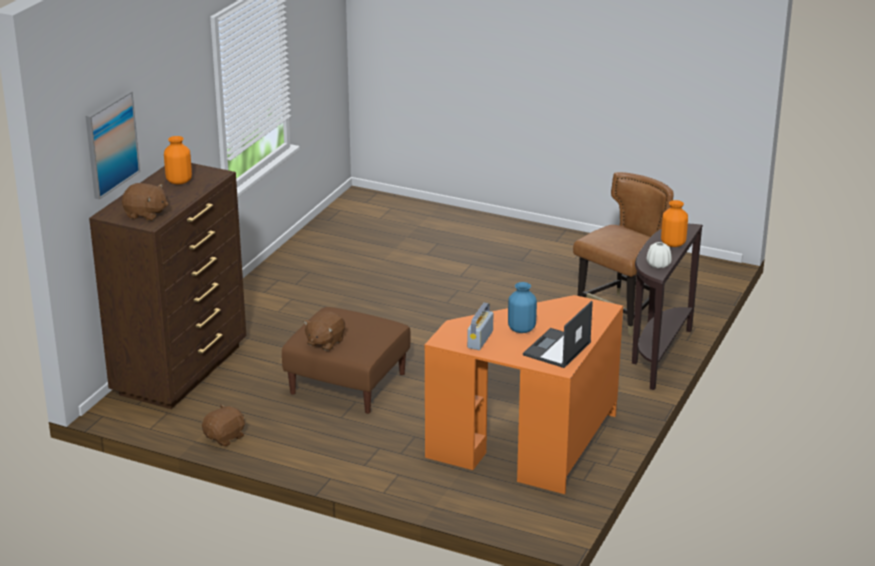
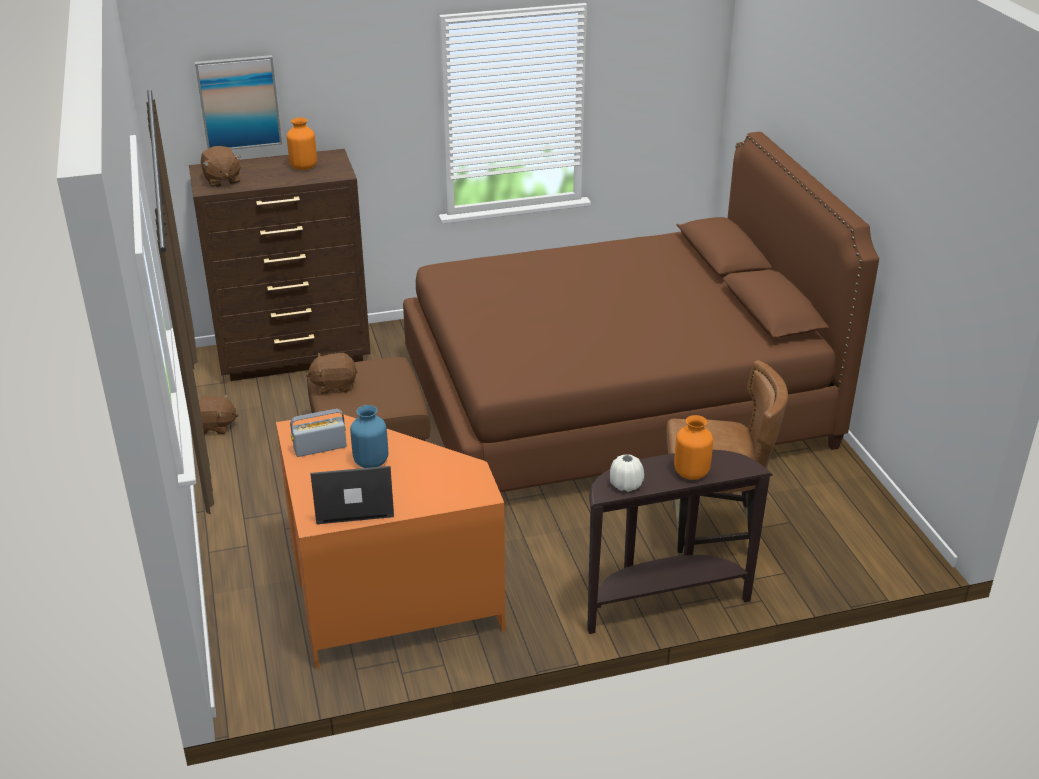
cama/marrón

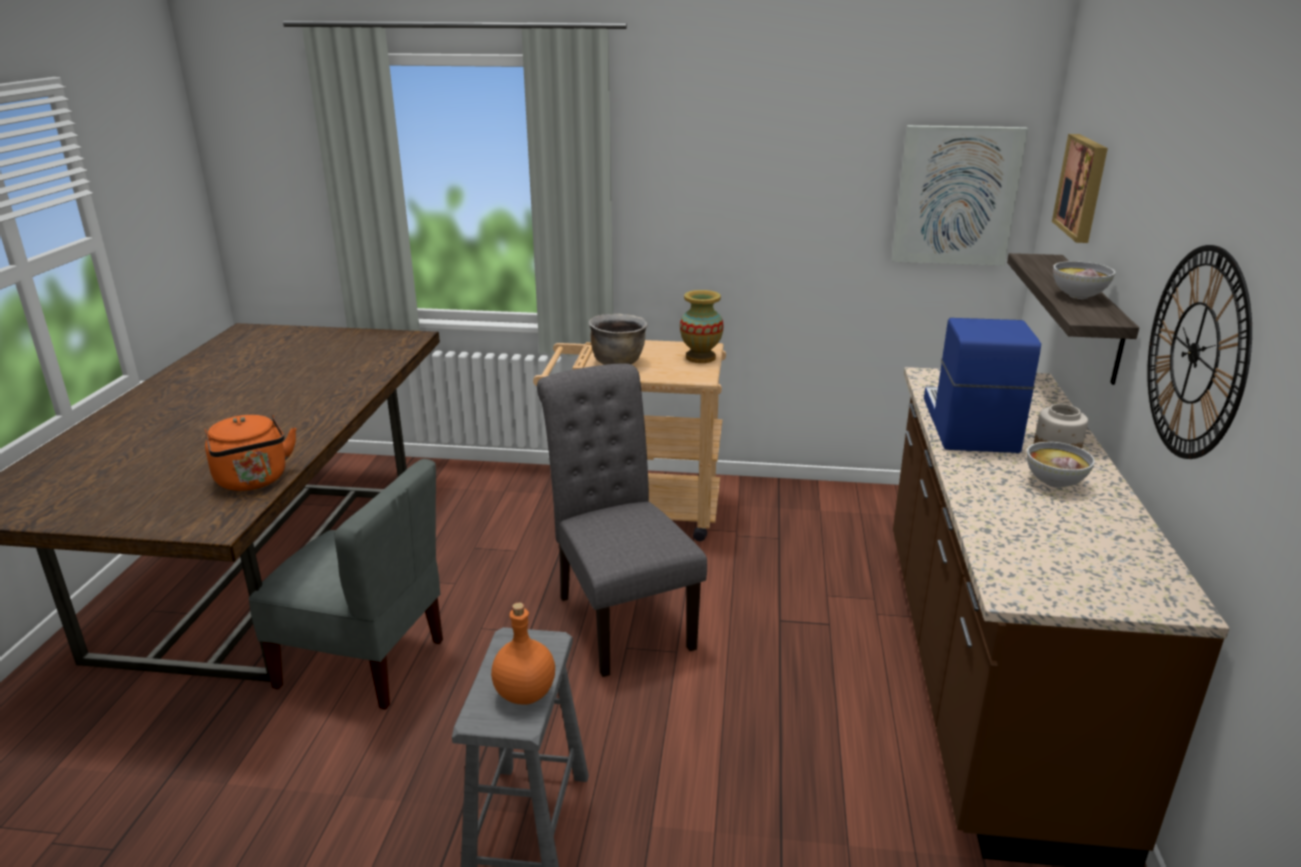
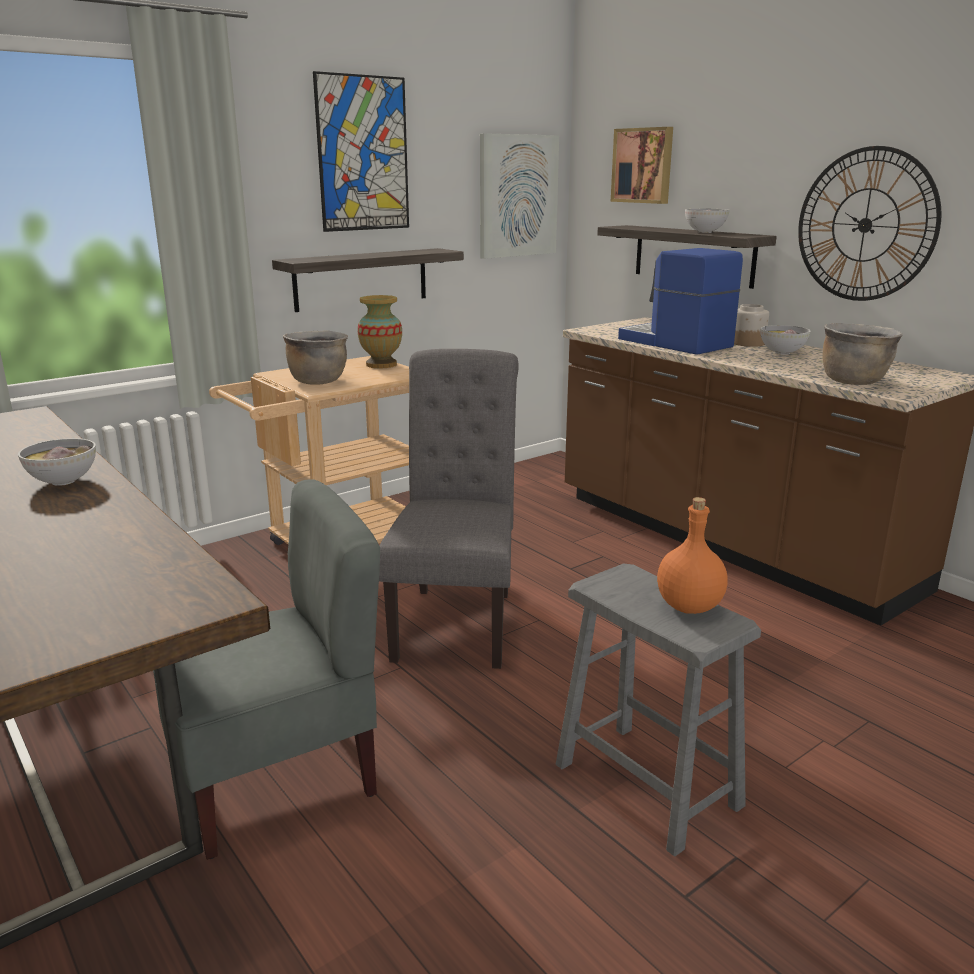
silla/gris (no. 2 from left)
hervidor/naranja
cuadro (no. 1 from left)
estante (no. 1 from left)
olla/marrón (no. 2 from left)
cuenco (no. 1 from left)

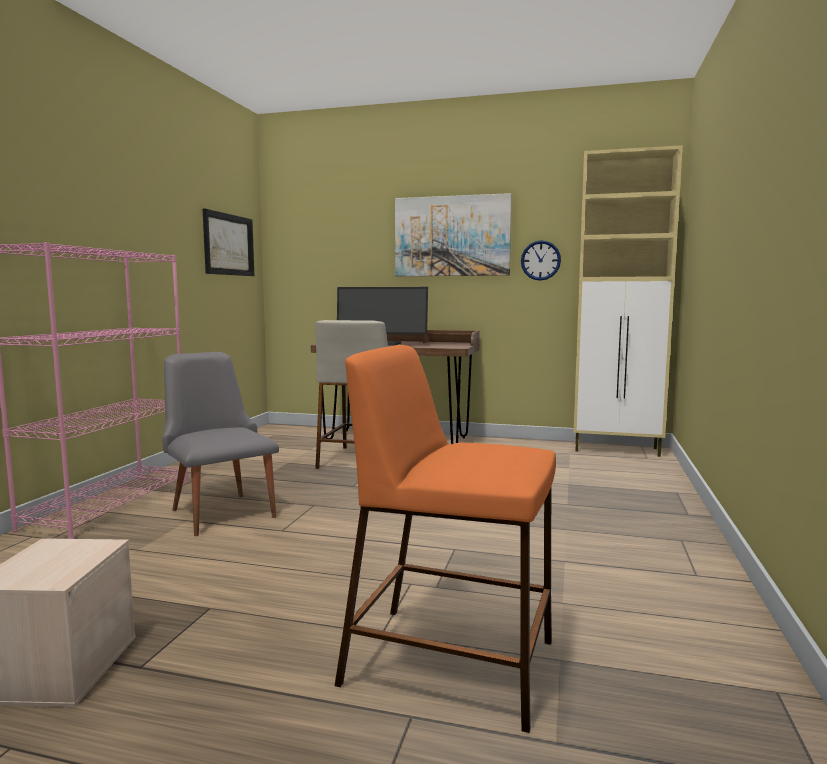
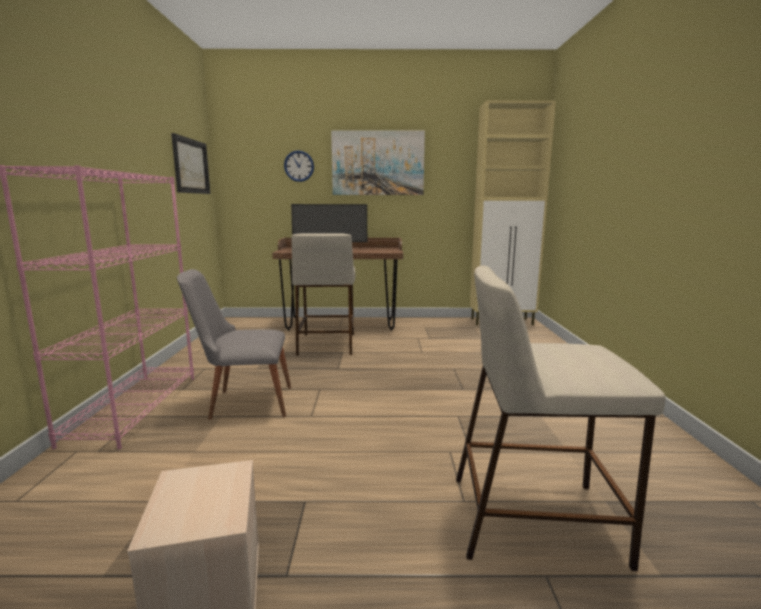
reloj de pared
taburete/beis (no. 2 from left)
silla/gris

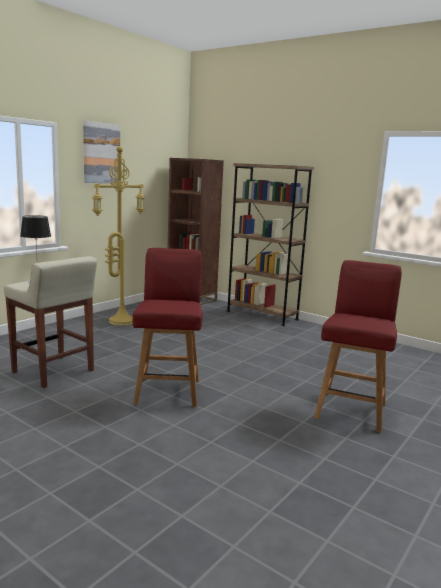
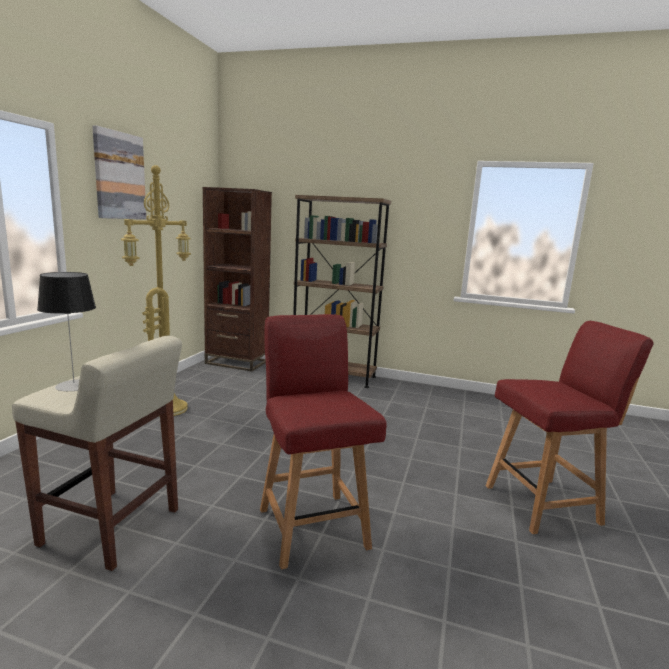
silla/rojo (no. 2 from left)

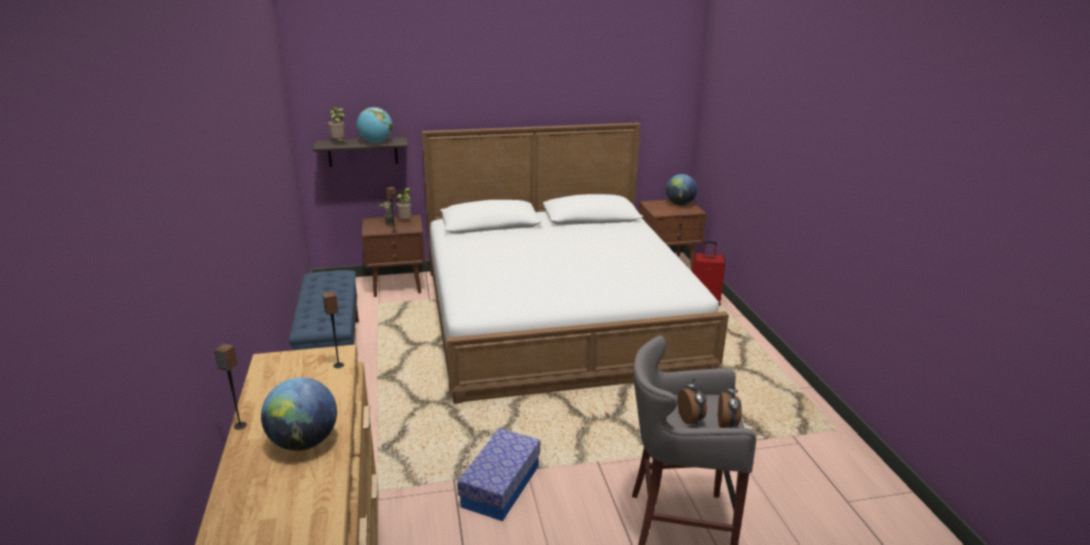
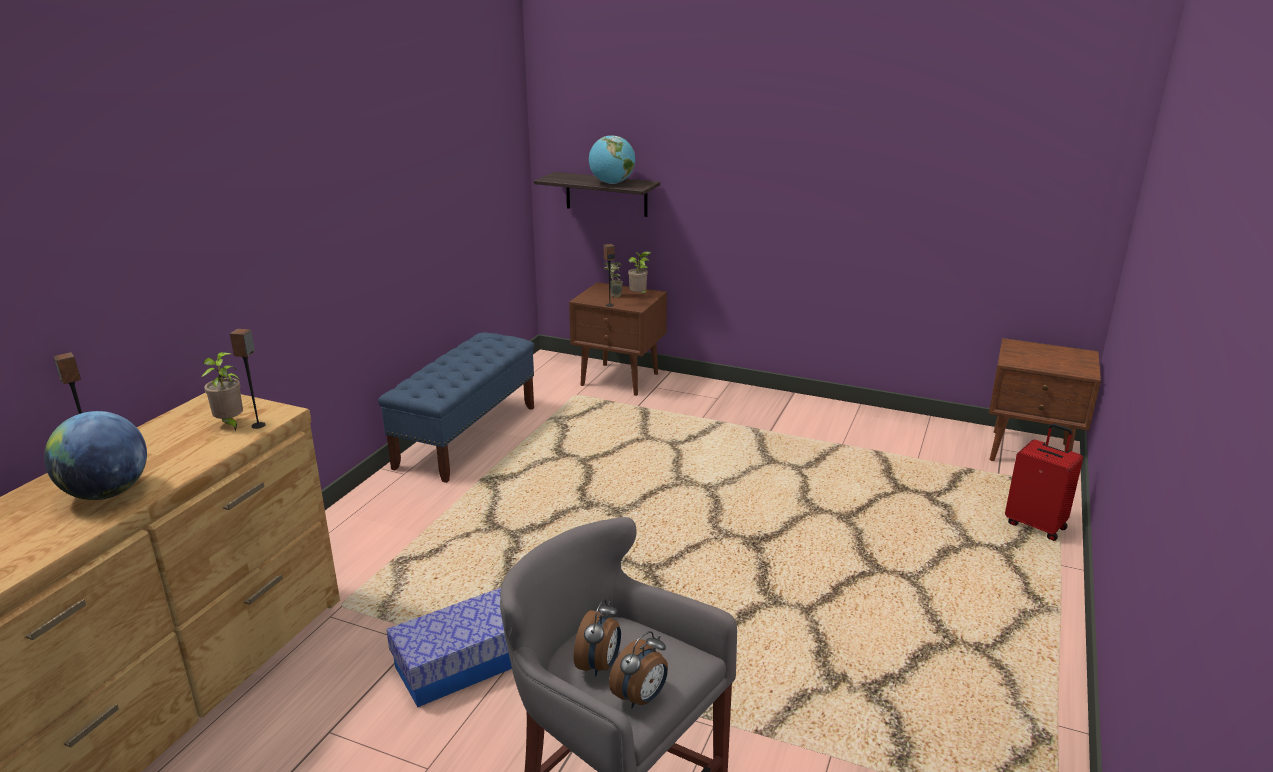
planta en maceta (no. 1 from left)
cama/blanco
globo terráqueo (no. 3 from left in the first image)

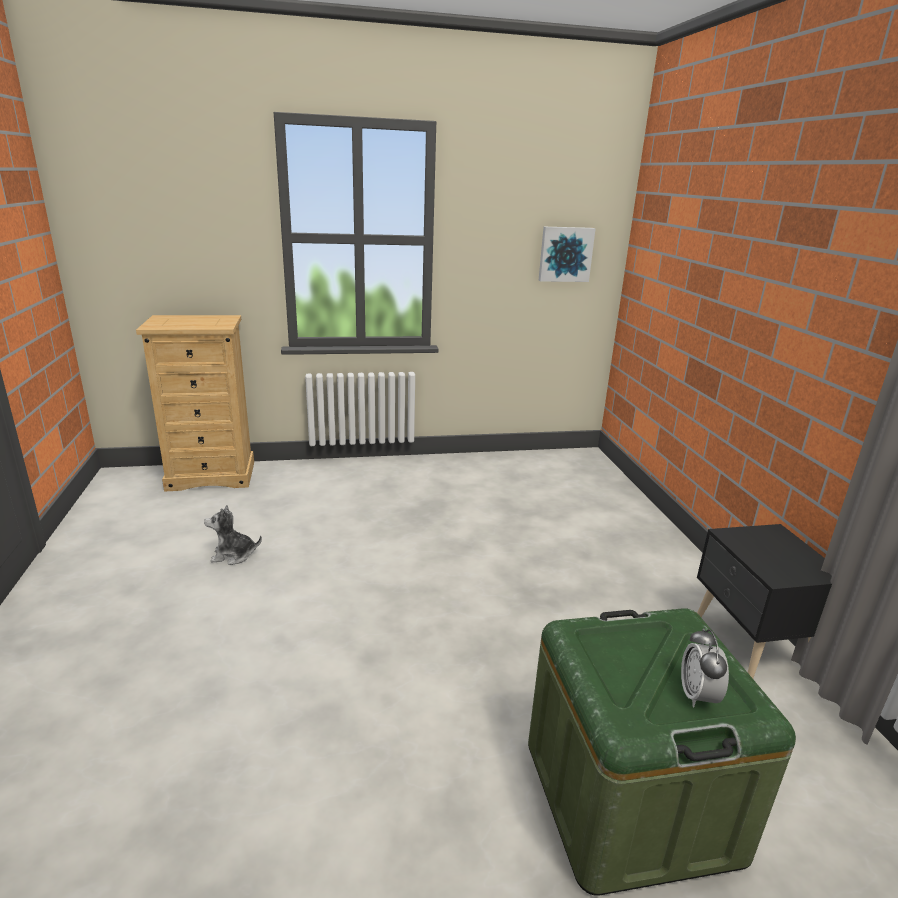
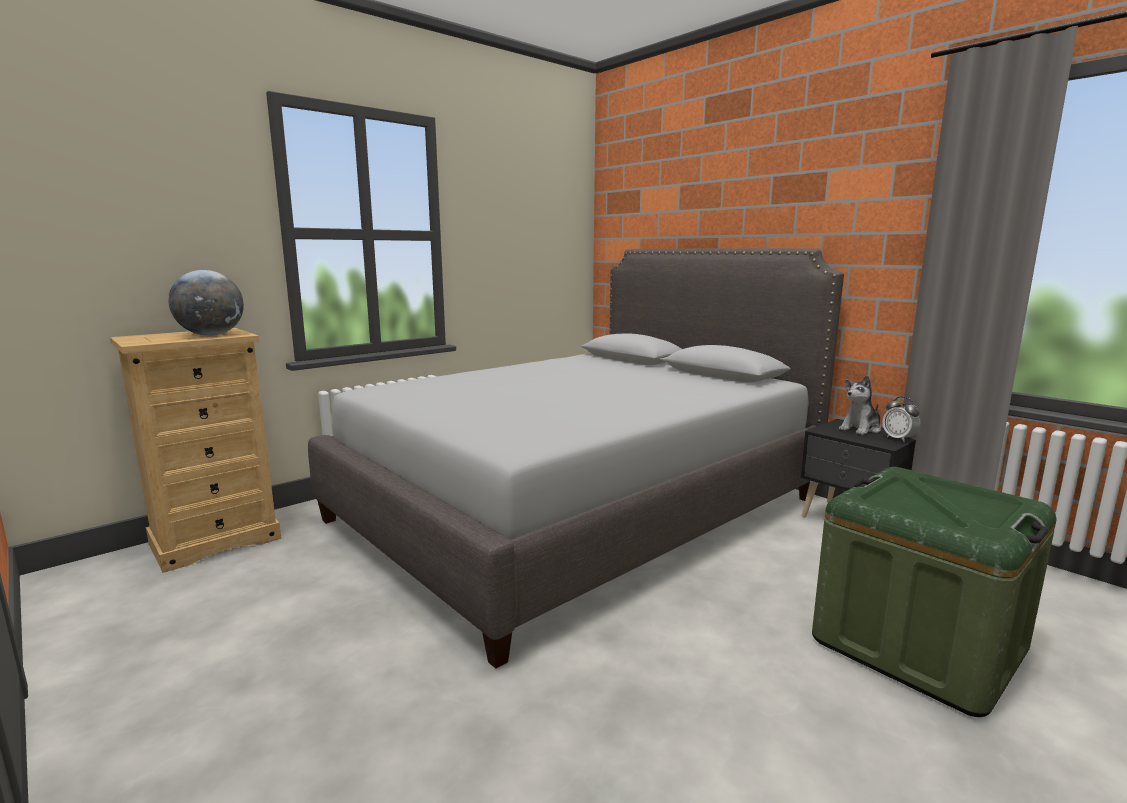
cuadro
peluche
despertador
cama/gris
globo terráqueo

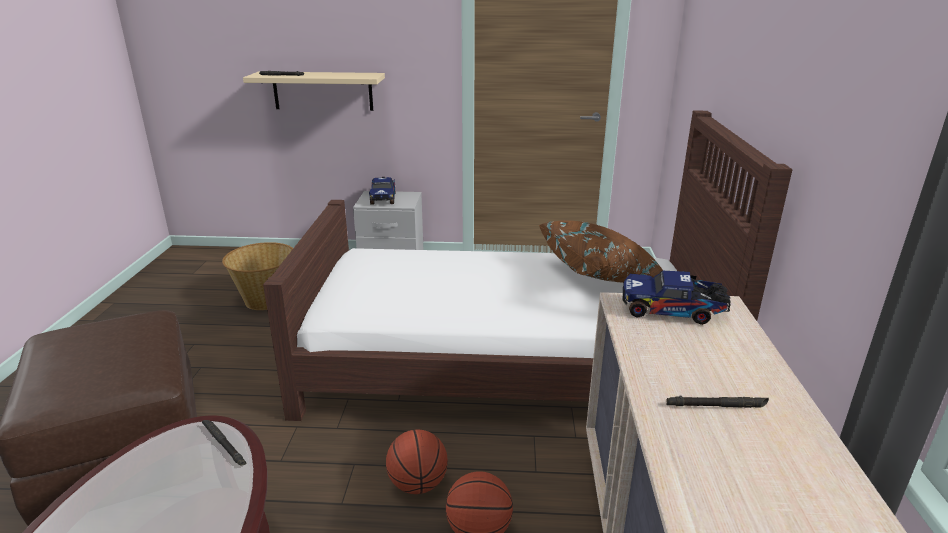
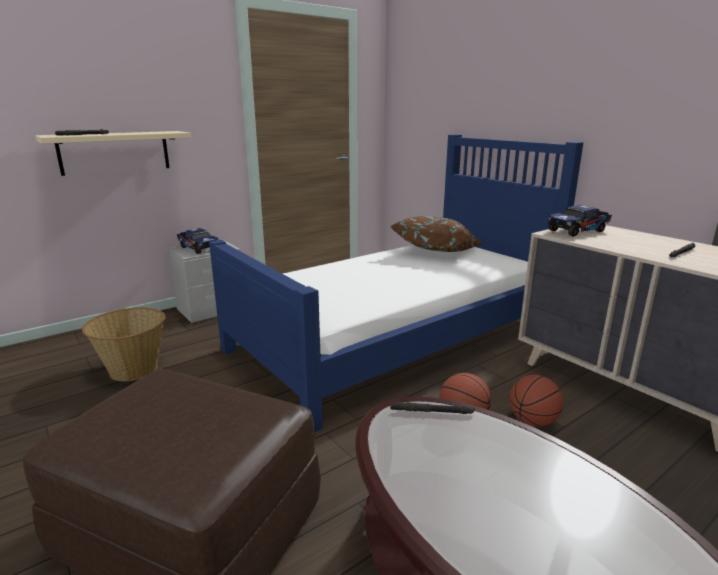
cama/azul

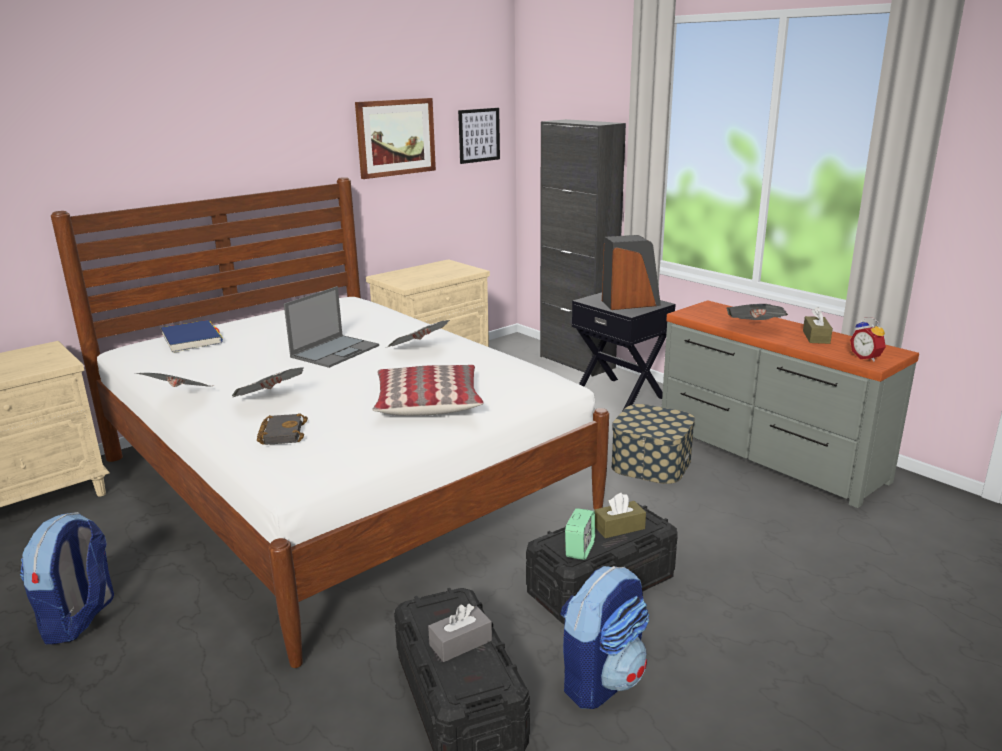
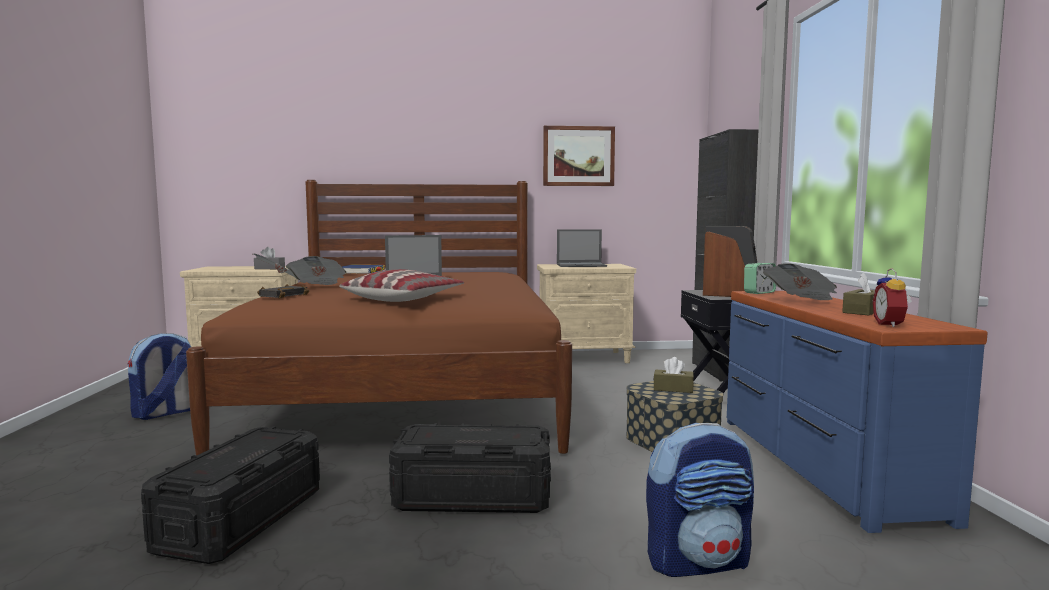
cuadro (no. 2 from left in the first image)
cama/marrón
cómoda/azul
periódico (no. 3 from left in the first image)
caja de pañuelos/marrón (no. 1 from left)
despertador (no. 1 from left)
mochila (no. 2 from left)
caja de pañuelos/gris
portátil (no. 2 from left)

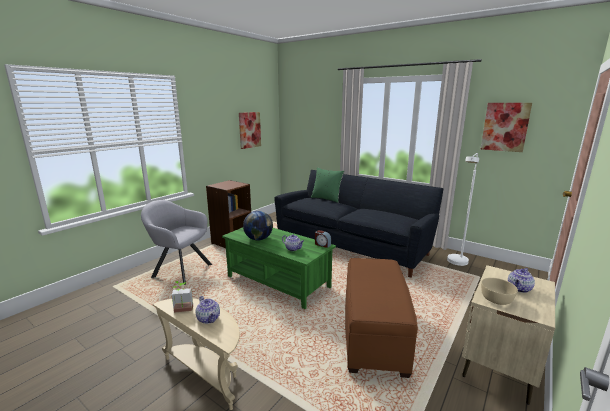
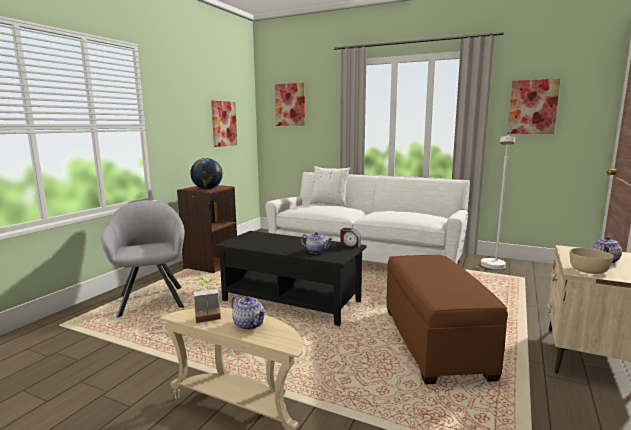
cojín/blanco
sofá/blanco
sillón/gris
globo terráqueo
mesa de centro/negro
cuadro (no. 2 from left)

